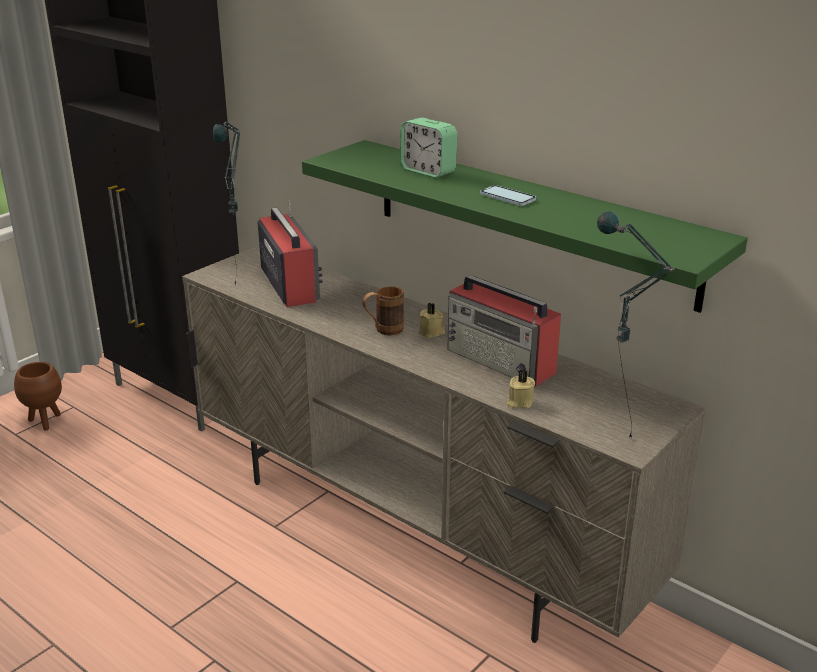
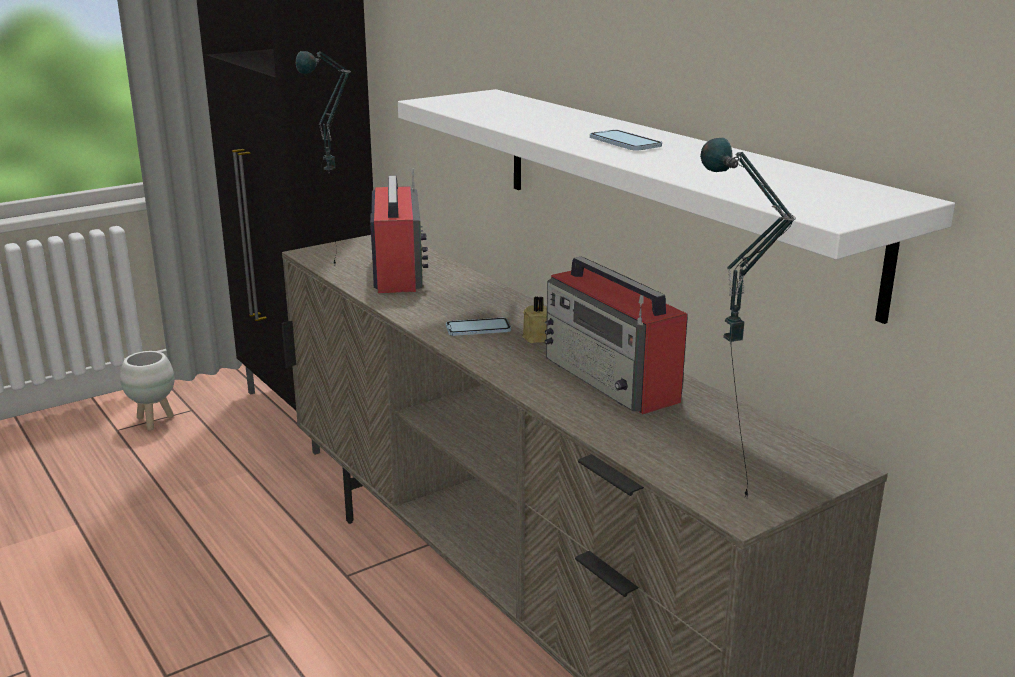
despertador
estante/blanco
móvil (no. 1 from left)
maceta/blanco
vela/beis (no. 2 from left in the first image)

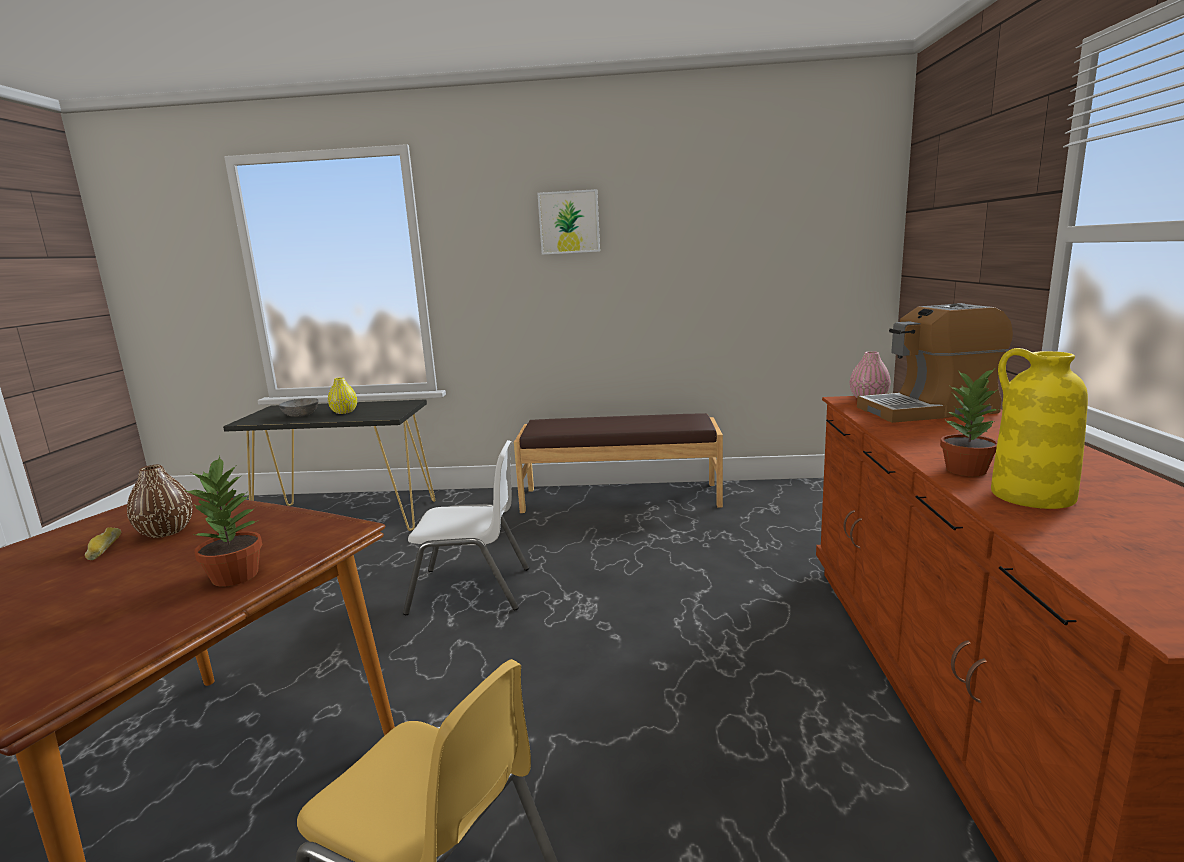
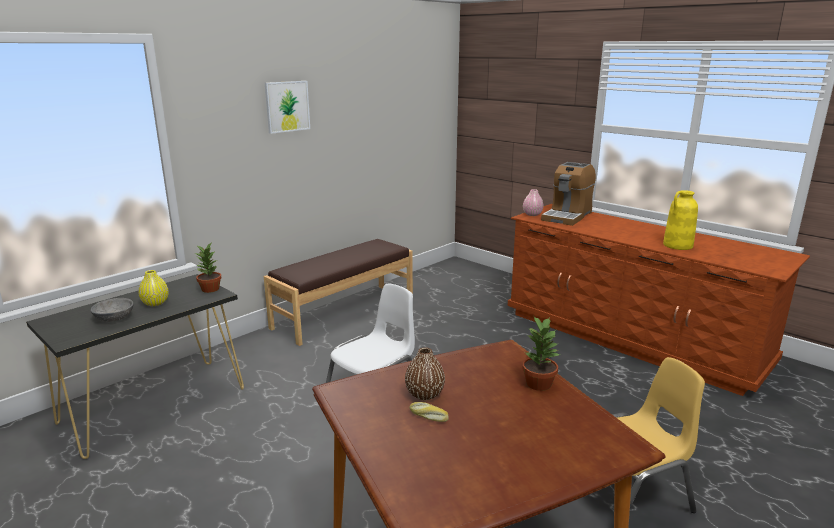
planta en maceta (no. 1 from left)

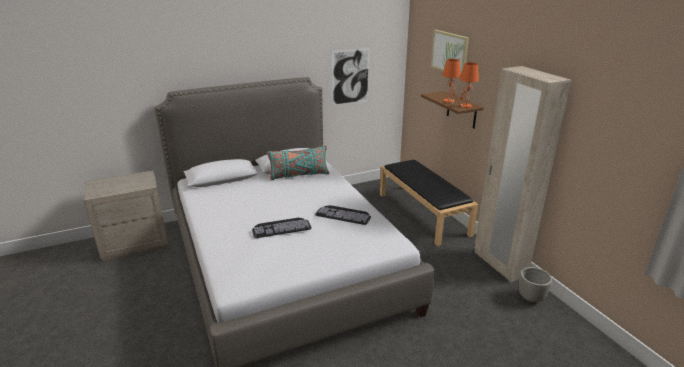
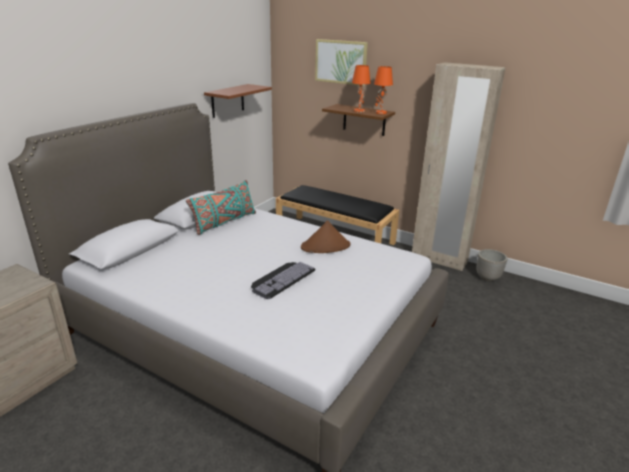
estante/marrón (no. 1 from left)
sombrero/marrón

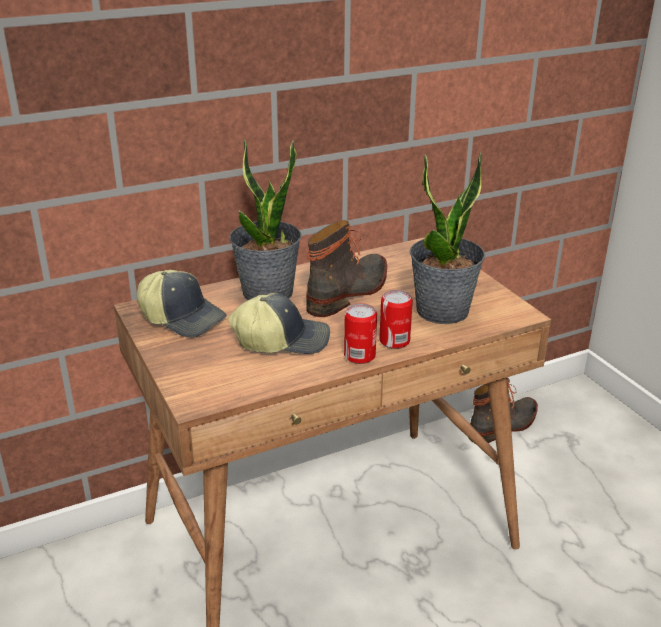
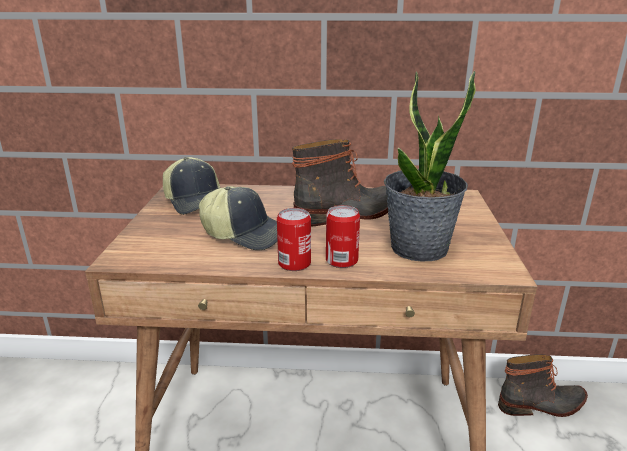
planta en maceta (no. 1 from left in the first image)

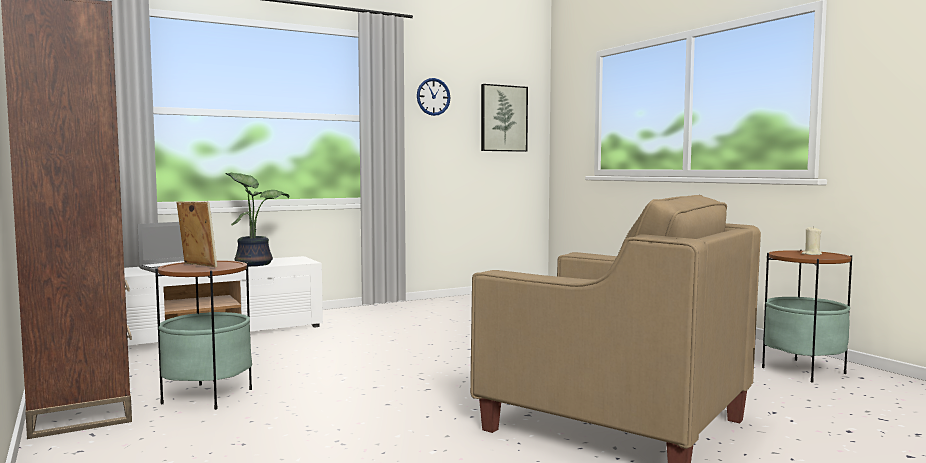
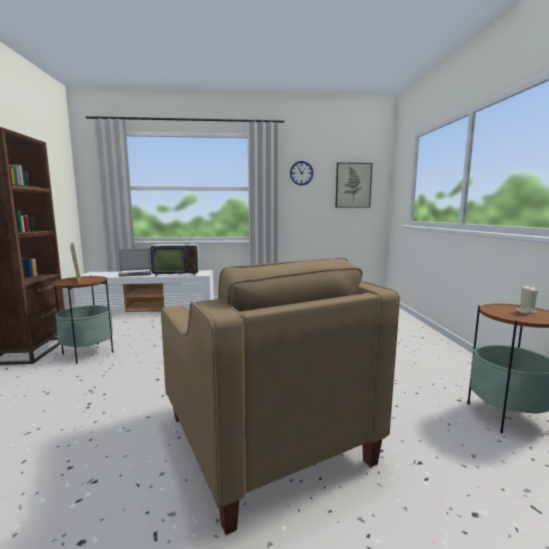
televisor

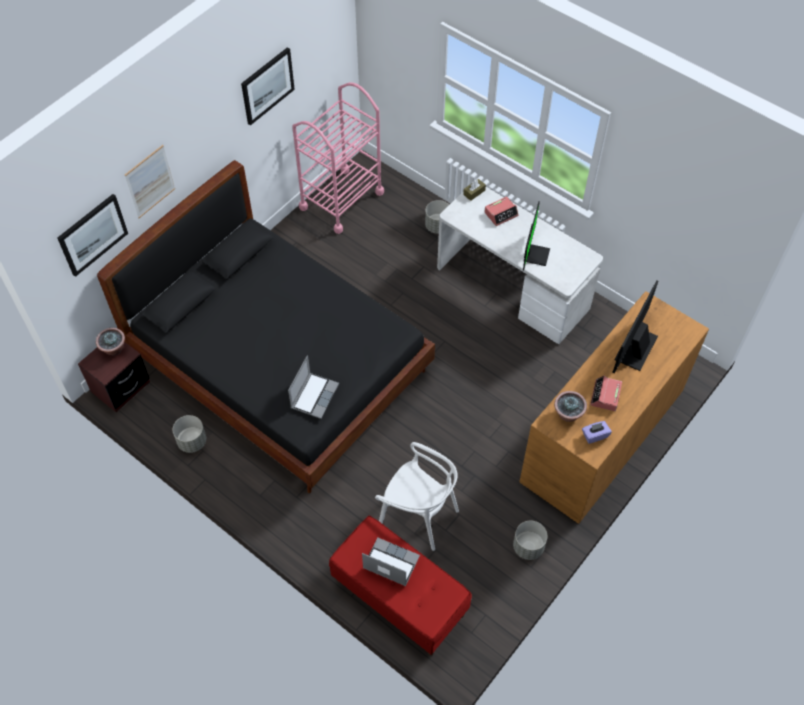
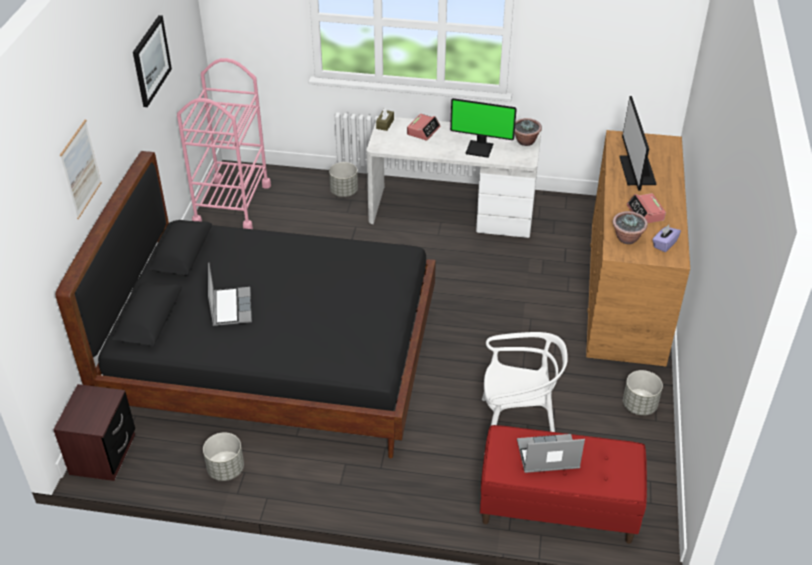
cuadro (no. 1 from left in the first image)
monitor (no. 1 from left)
planta en maceta (no. 1 from left)
portátil (no. 1 from left)

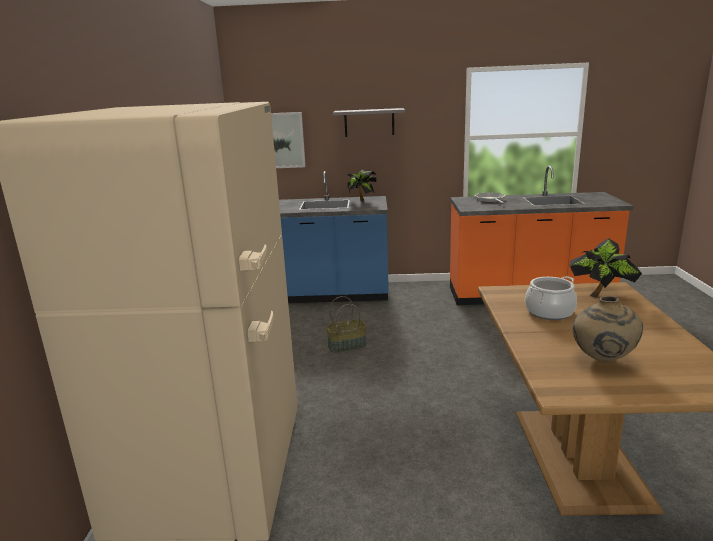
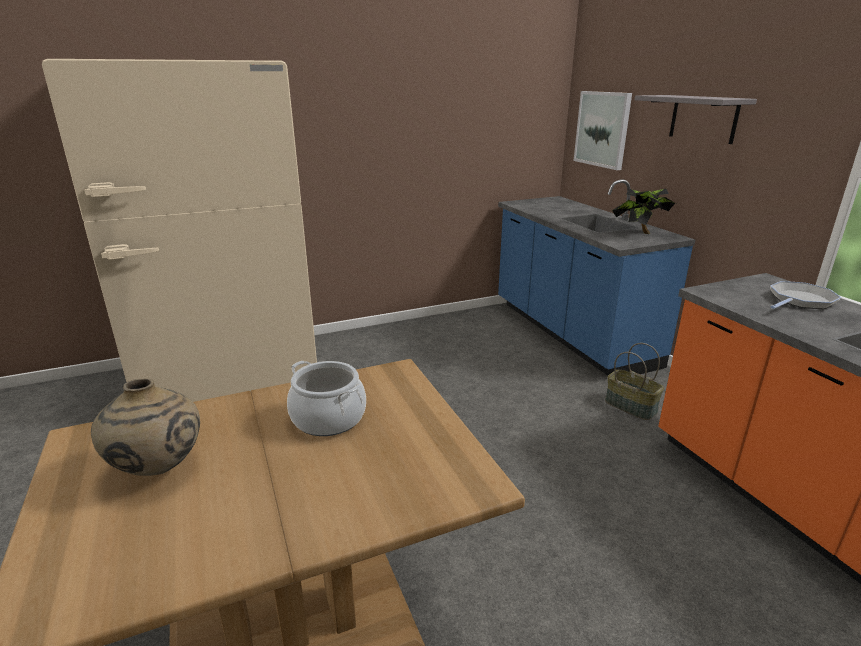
planta en maceta (no. 2 from left in the first image)
cesta

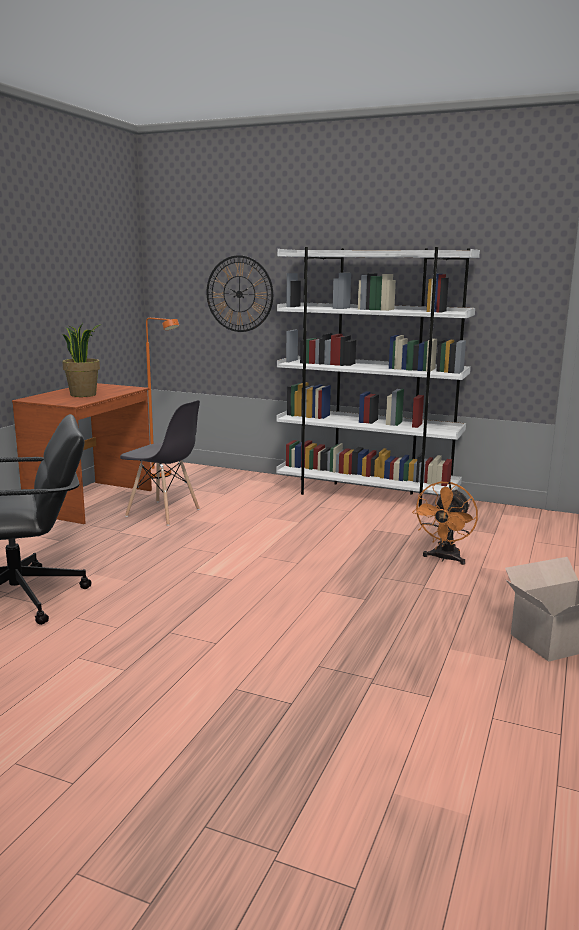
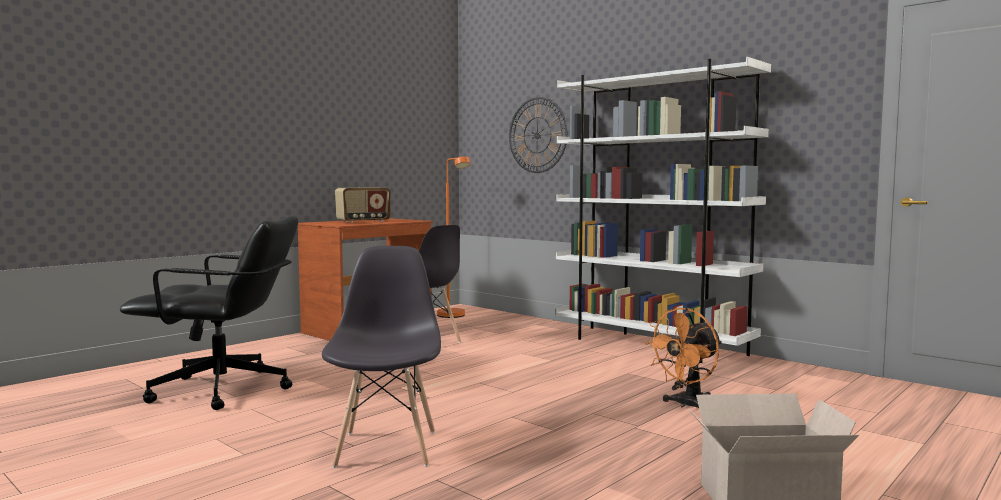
radio
silla/gris (no. 1 from left)

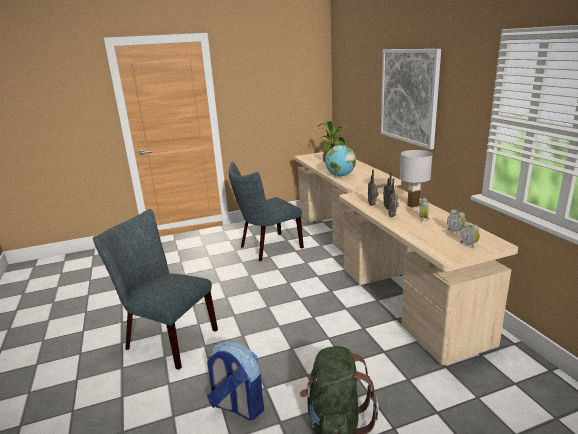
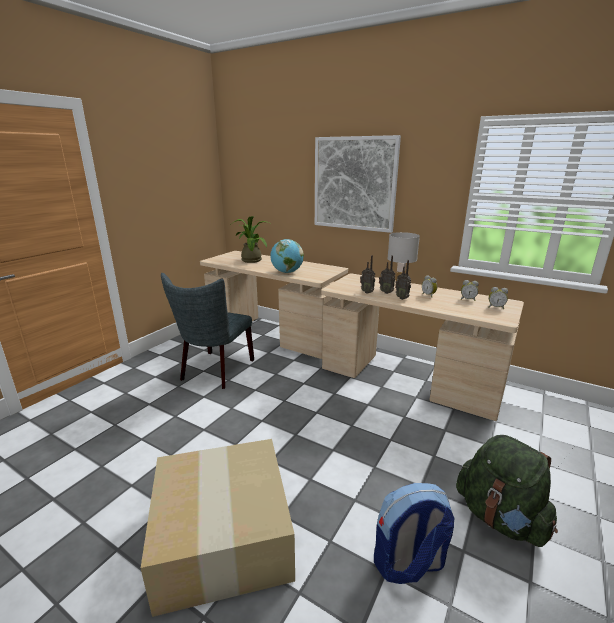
caja de cartón

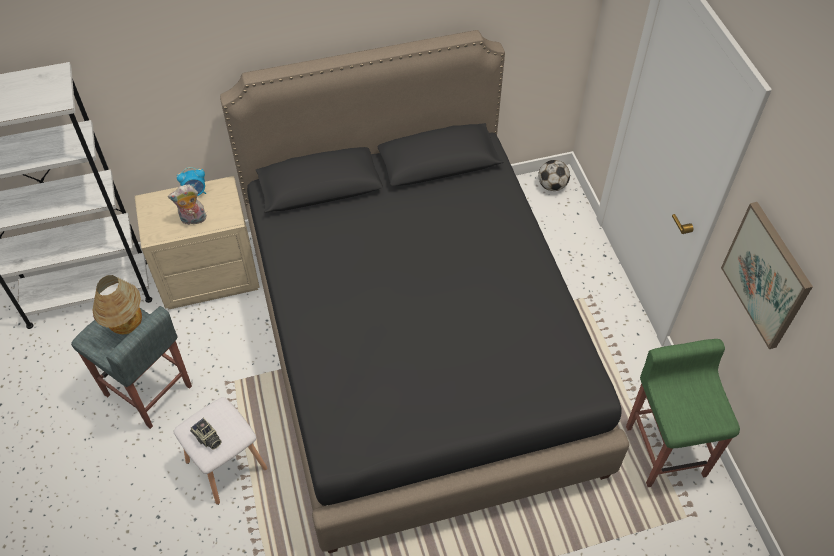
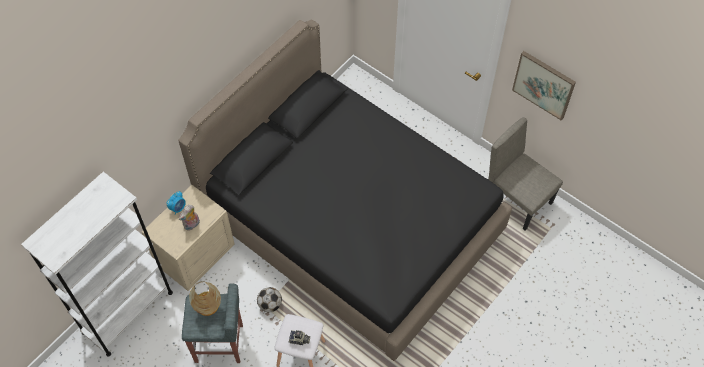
balón de fútbol
silla/beis

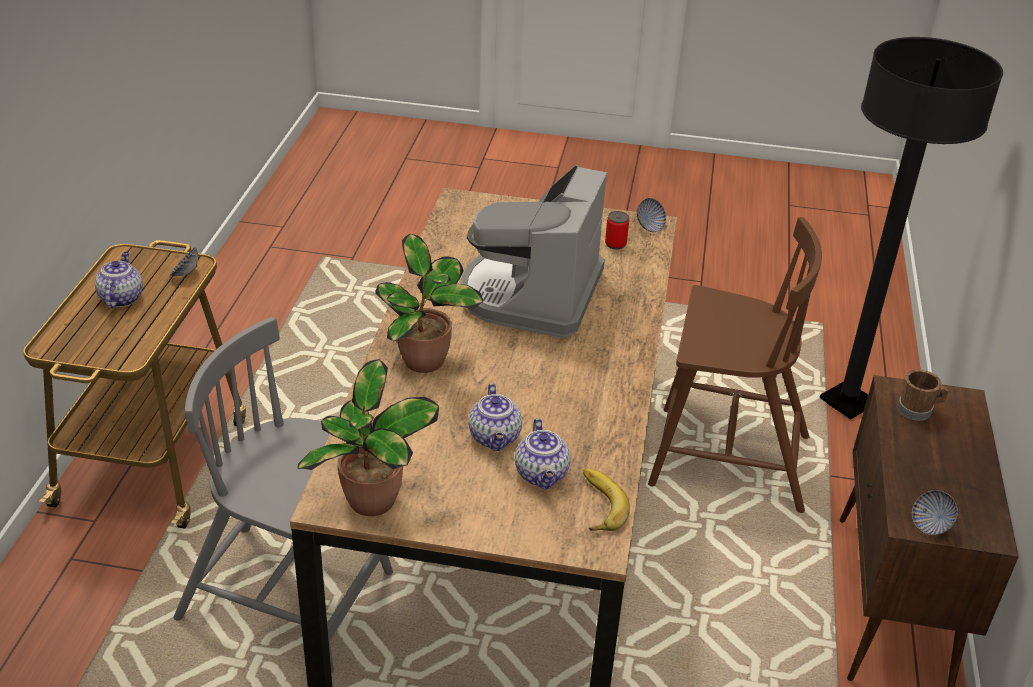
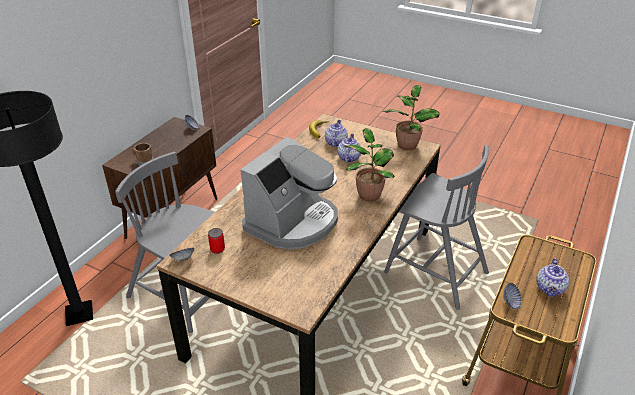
silla/gris (no. 1 from left)

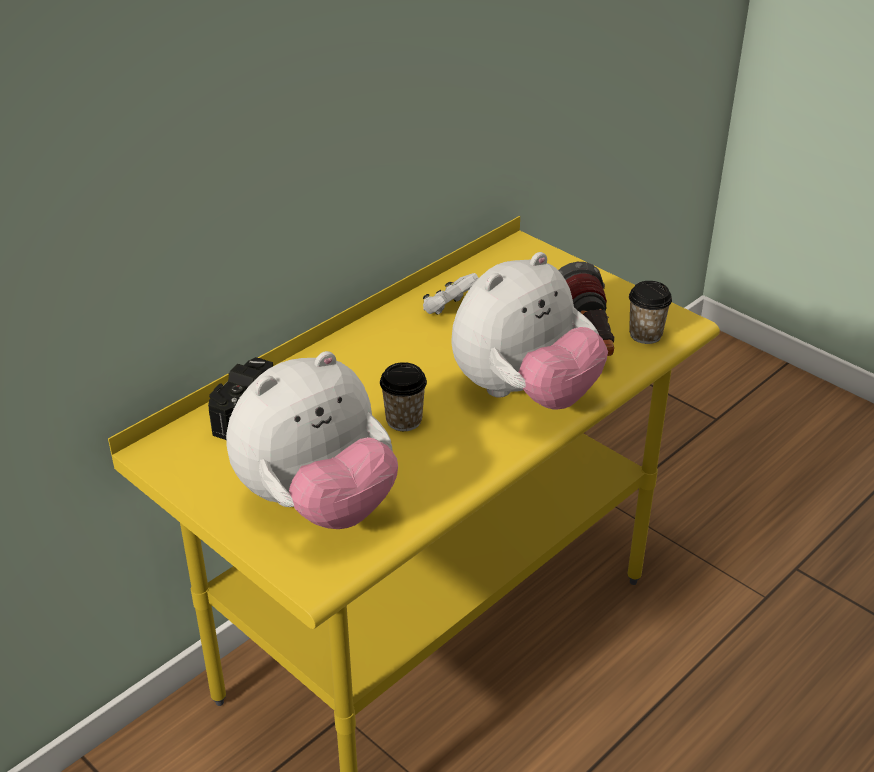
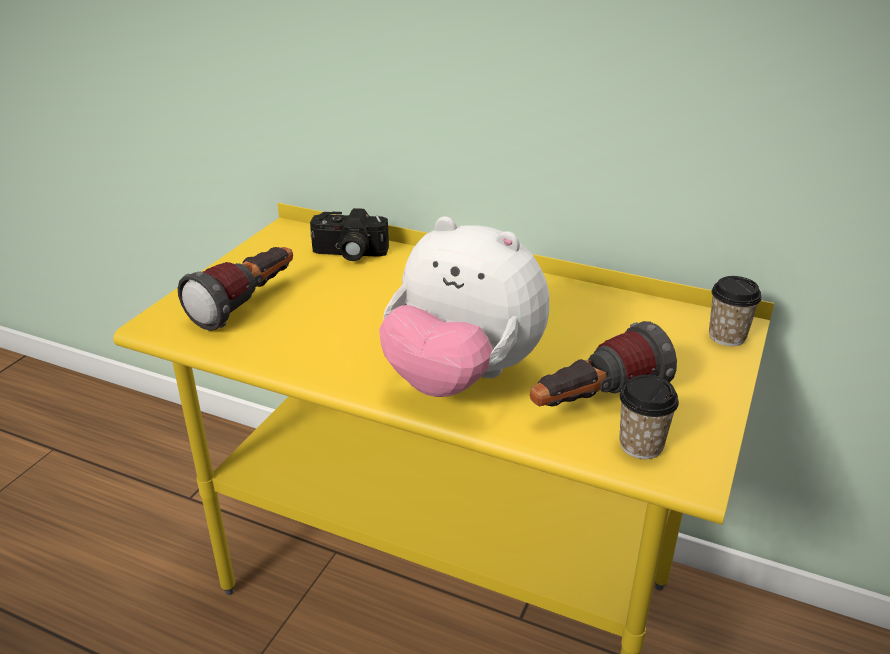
mando de consola/blanco
linterna (no. 1 from left)
taza (no. 2 from left)

